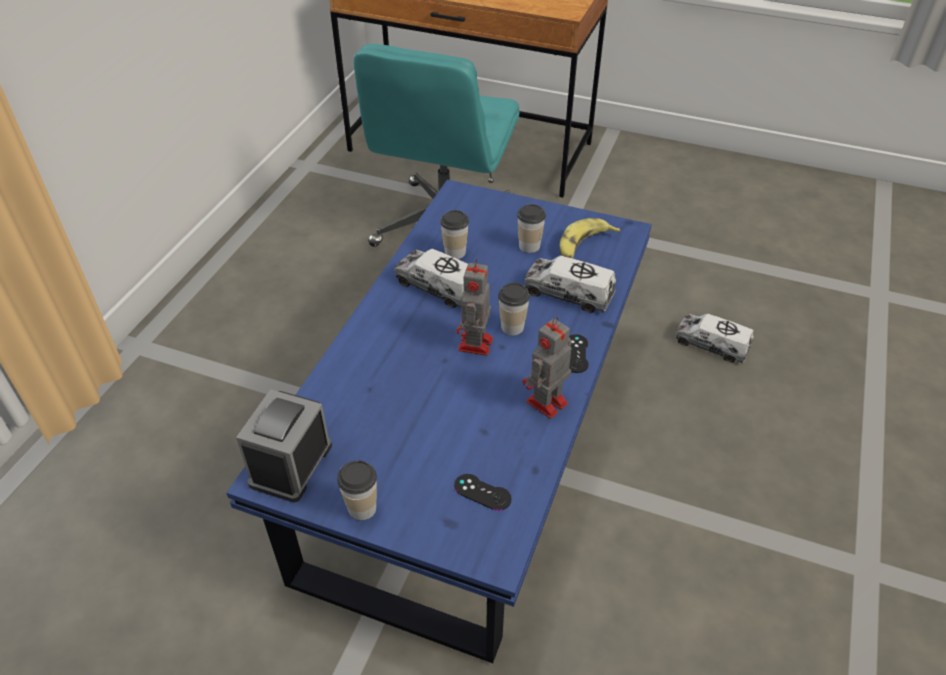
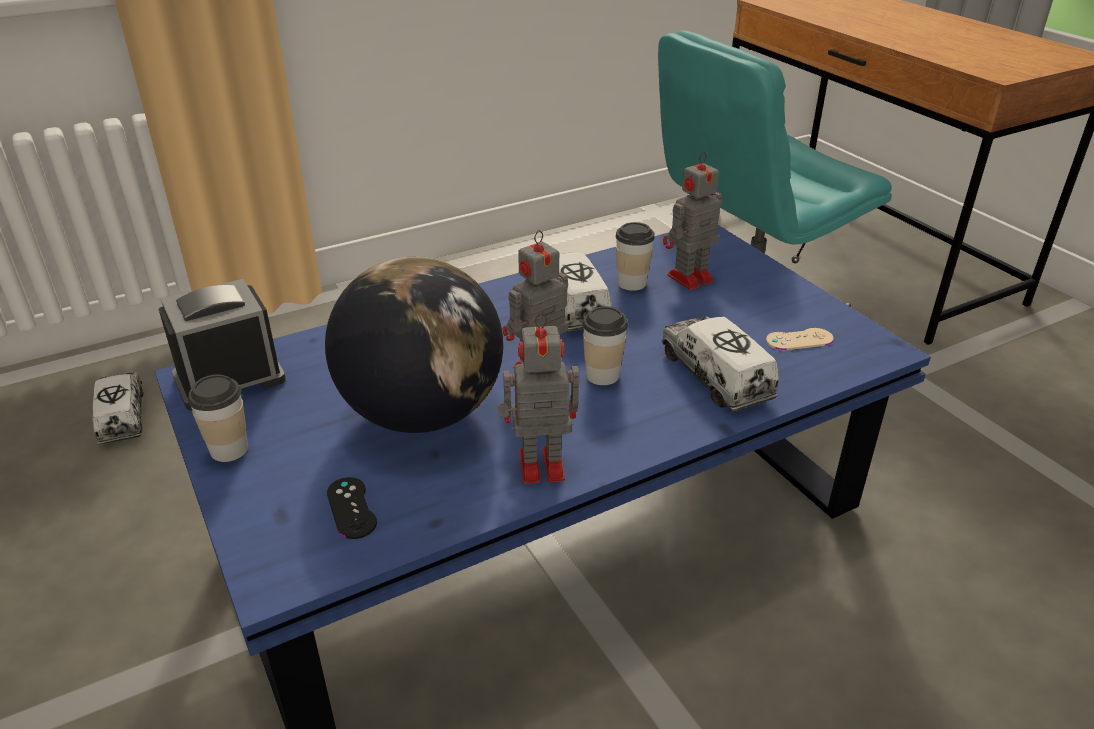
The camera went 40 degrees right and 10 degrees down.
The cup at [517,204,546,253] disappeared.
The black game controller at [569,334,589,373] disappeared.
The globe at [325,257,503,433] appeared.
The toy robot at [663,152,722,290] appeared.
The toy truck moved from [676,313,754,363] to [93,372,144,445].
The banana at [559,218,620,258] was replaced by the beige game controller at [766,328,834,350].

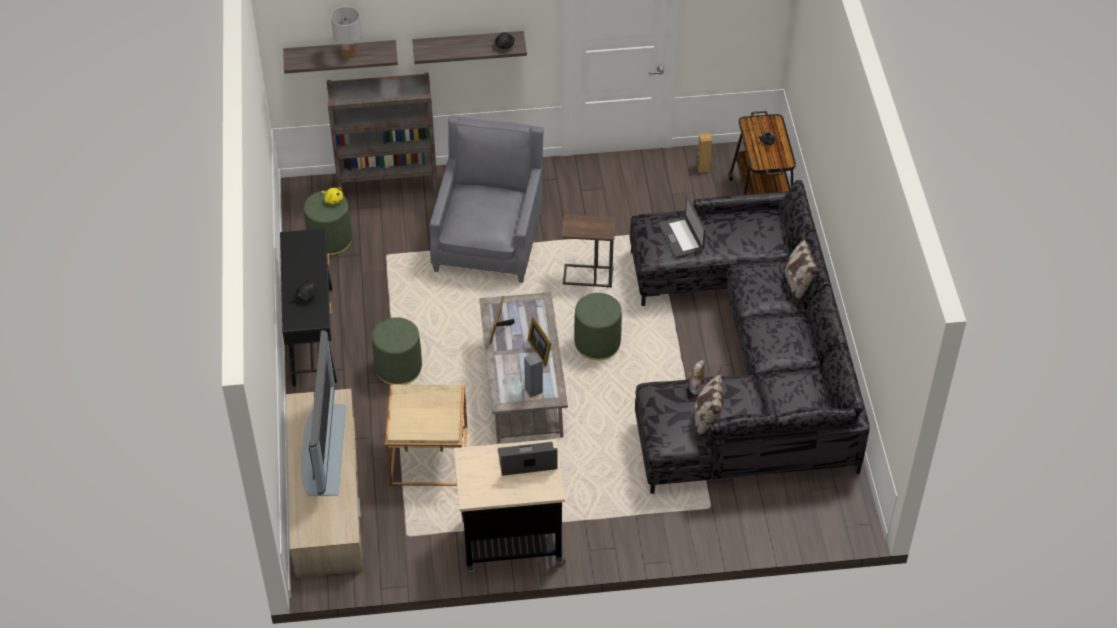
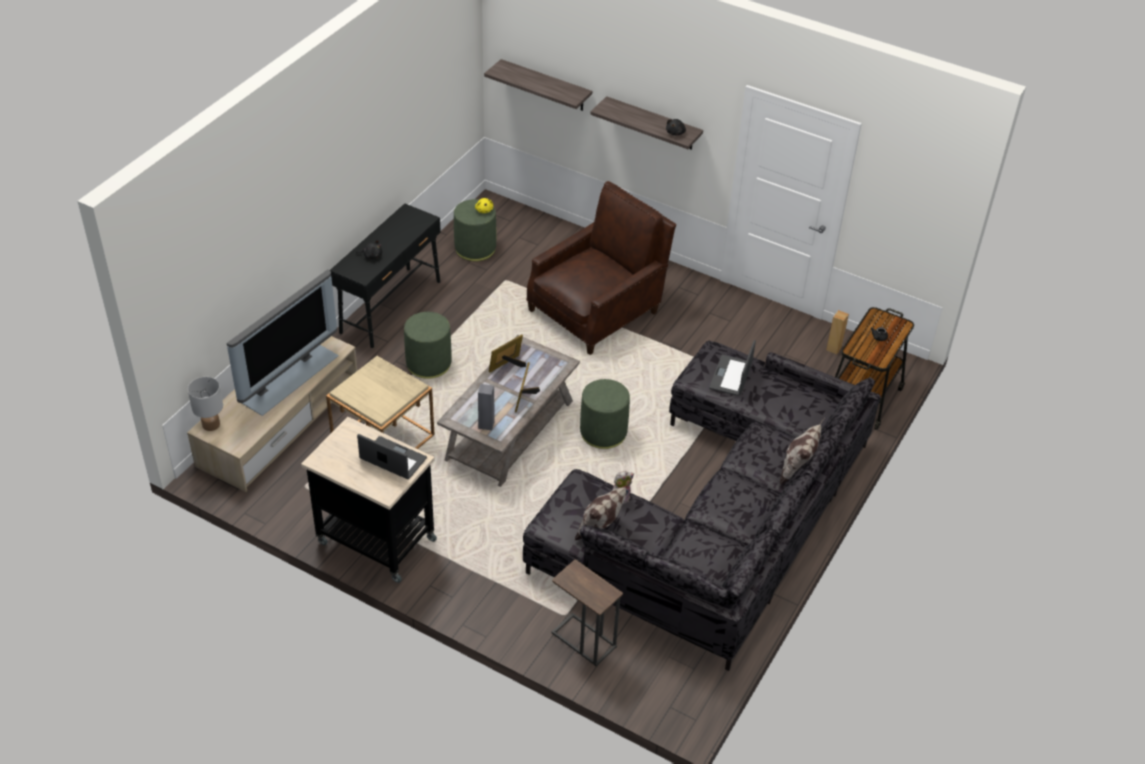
The camera went 35 degrees right and 5 degrees down.
The grey bookcase at [327,72,438,195] disappeared.
The grey table lamp moved from [331,7,361,59] to [188,377,223,431].
The brown side table moved from [562,215,616,287] to [552,559,623,666].
The grey armchair at [430,116,544,283] became the brown armchair at [526,181,676,355].

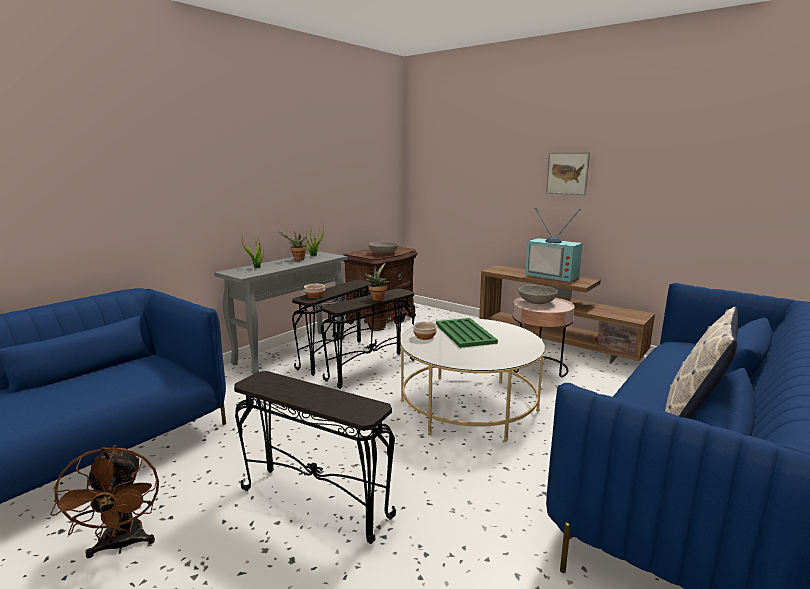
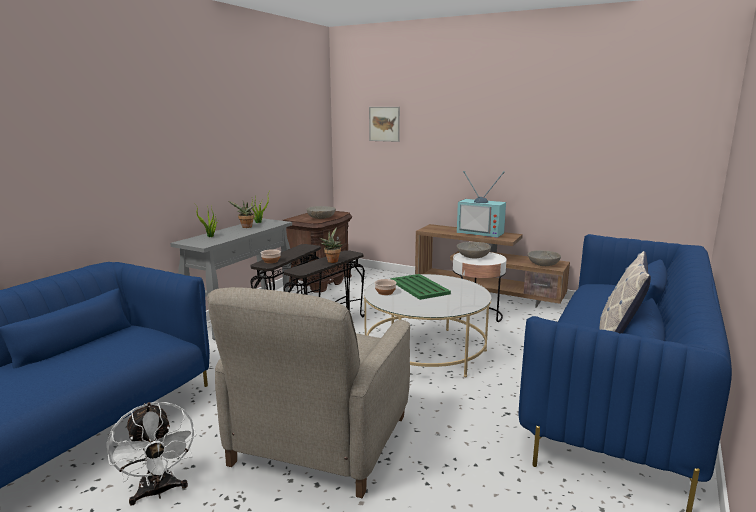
The camera went 10 degrees left and 0 degrees up.
The grey bowl at [528,250,561,266] appeared.
The picture moved from [546,152,590,195] to [369,107,400,142].
The black side table at [234,371,396,544] was replaced by the beige armchair at [207,287,410,498].
The brown fan at [50,445,159,558] became the white fan at [107,402,197,506].
The pink side table at [513,297,575,377] became the white side table at [453,252,507,322].

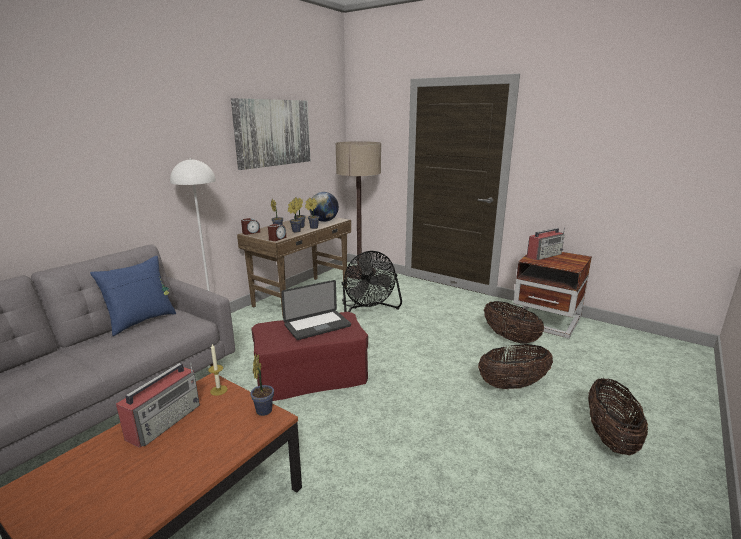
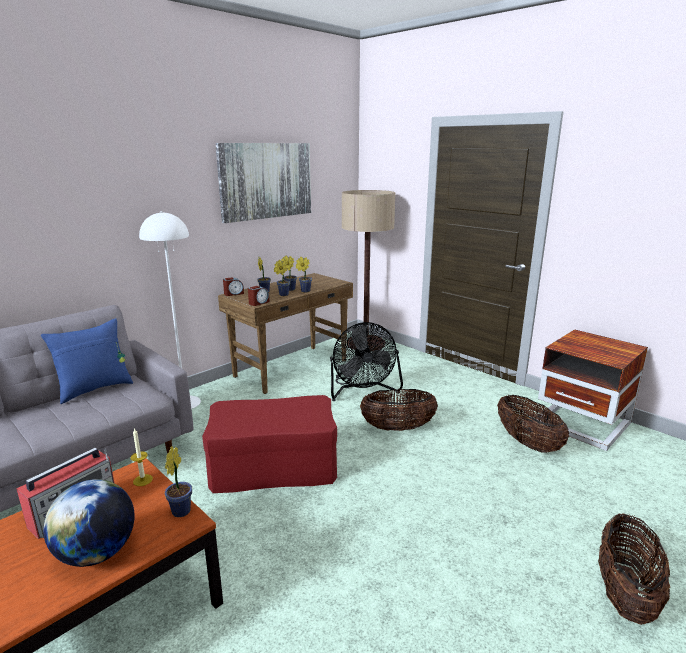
The camera went 10 degrees right and 0 degrees up.
The laptop at [281,280,351,340] disappeared.
The radio at [527,228,565,260] disappeared.
The globe moved from [309,192,339,222] to [43,479,135,567].
The basket moved from [478,344,553,389] to [360,389,438,431].

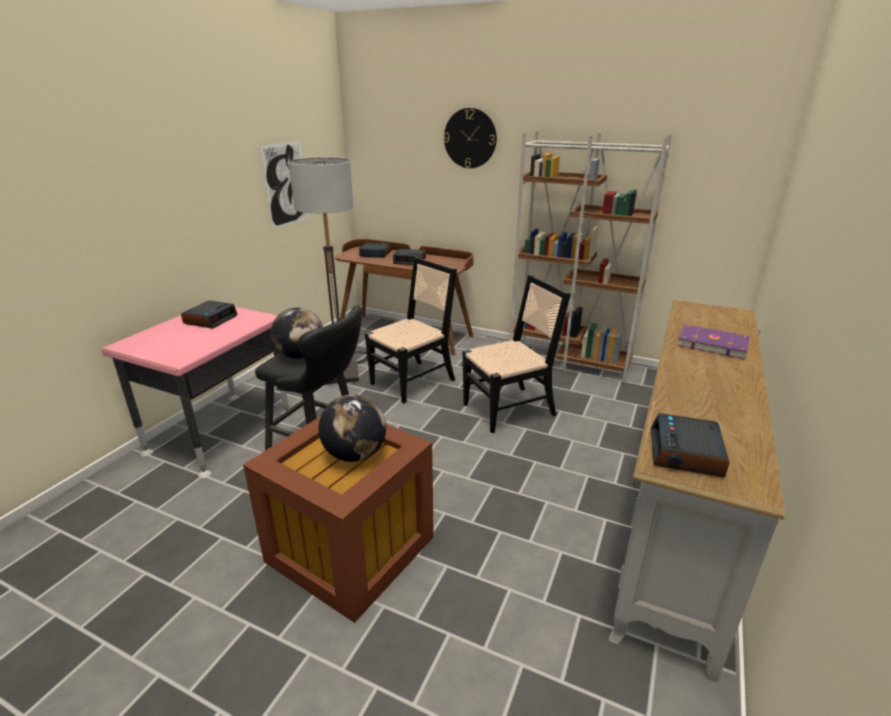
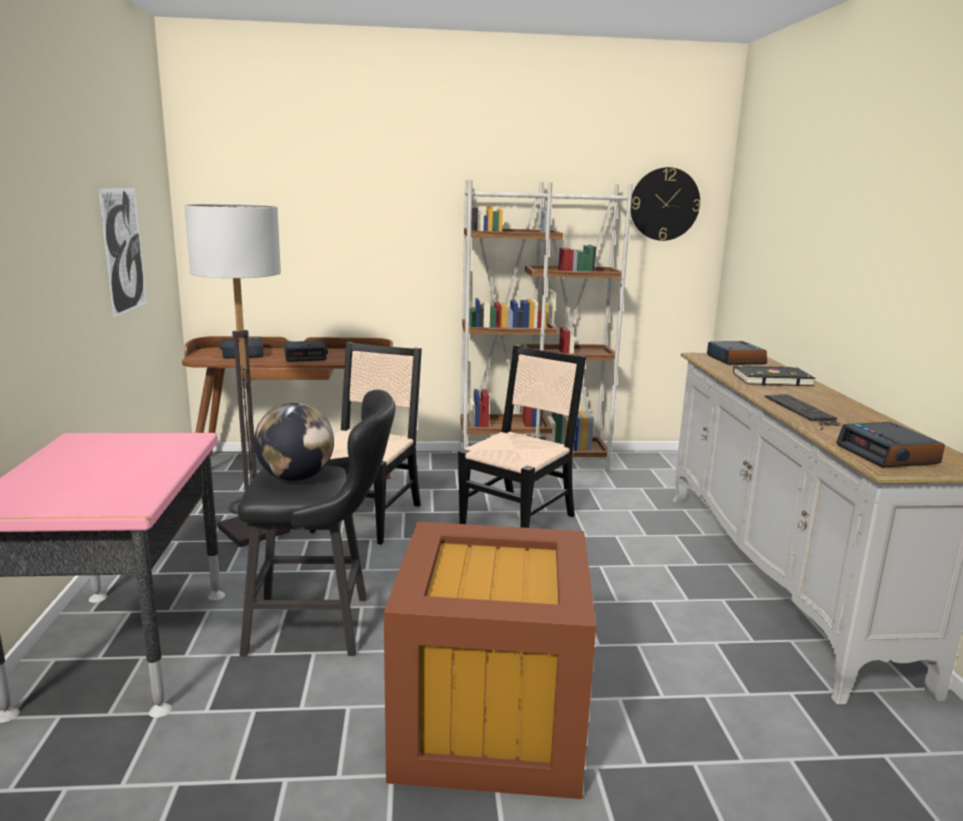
The camera went 30 degrees left and 10 degrees down.
The globe at [318,394,386,462] disappeared.
The keyboard at [764,394,841,430] appeared.
The alarm clock moved from [181,300,238,329] to [707,341,767,365].
The wall clock moved from [444,108,497,168] to [631,167,700,241].
The purple book at [677,324,750,359] became the black book at [733,366,815,386].

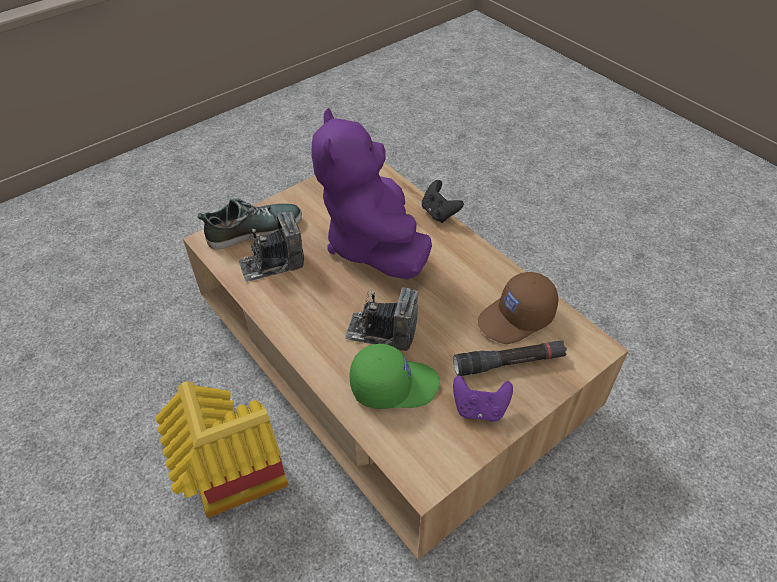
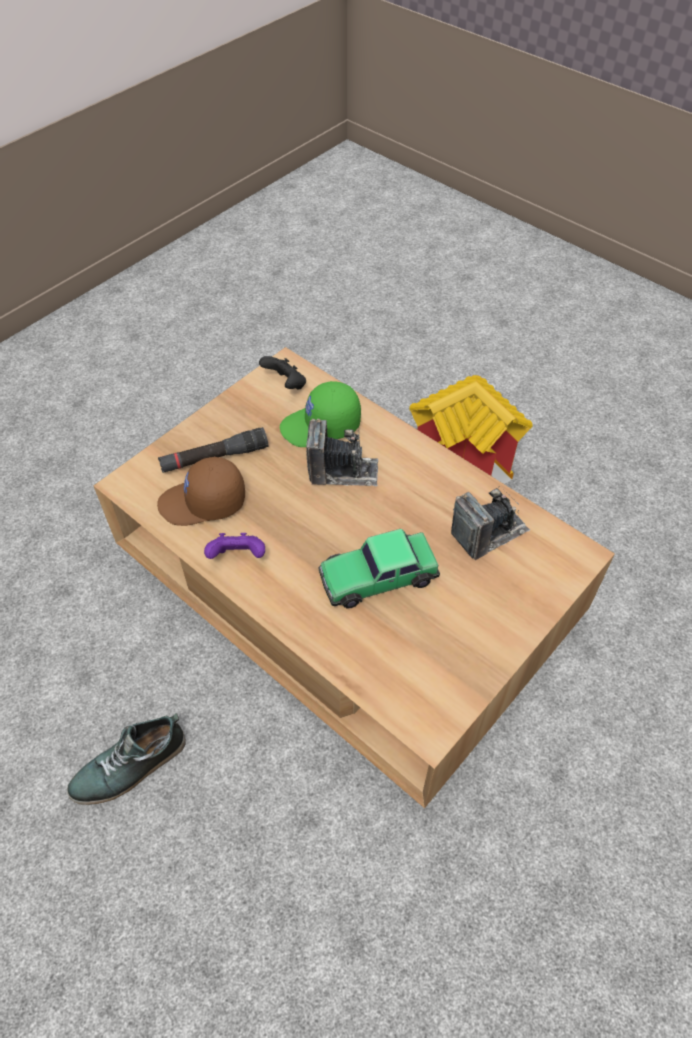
The camera went 170 degrees right and 5 degrees up.
The shoe moved from [198,198,302,250] to [67,713,186,805].
The black game controller moved from [422,180,464,223] to [259,356,306,389].
The purple game controller moved from [453,375,513,422] to [204,533,265,559].
The purple plush toy at [311,108,432,280] was replaced by the toy car at [319,529,440,609].
The brown cap at [478,272,558,344] turned 150 degrees counterclockwise.

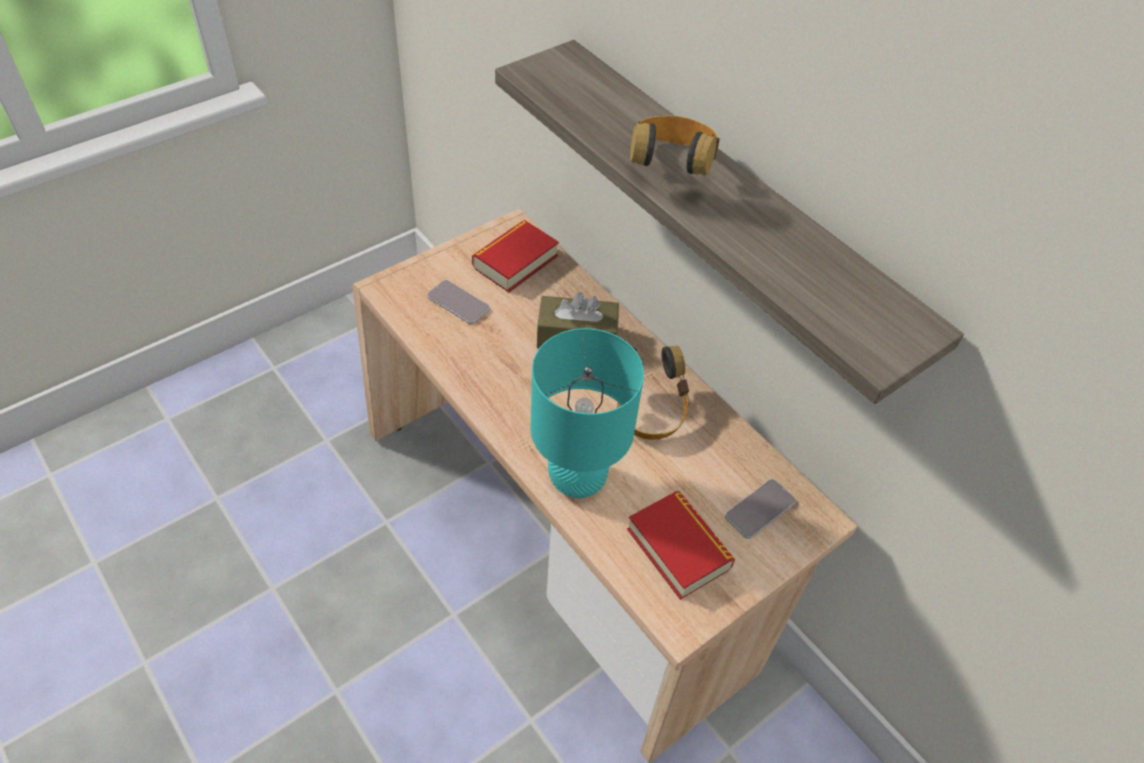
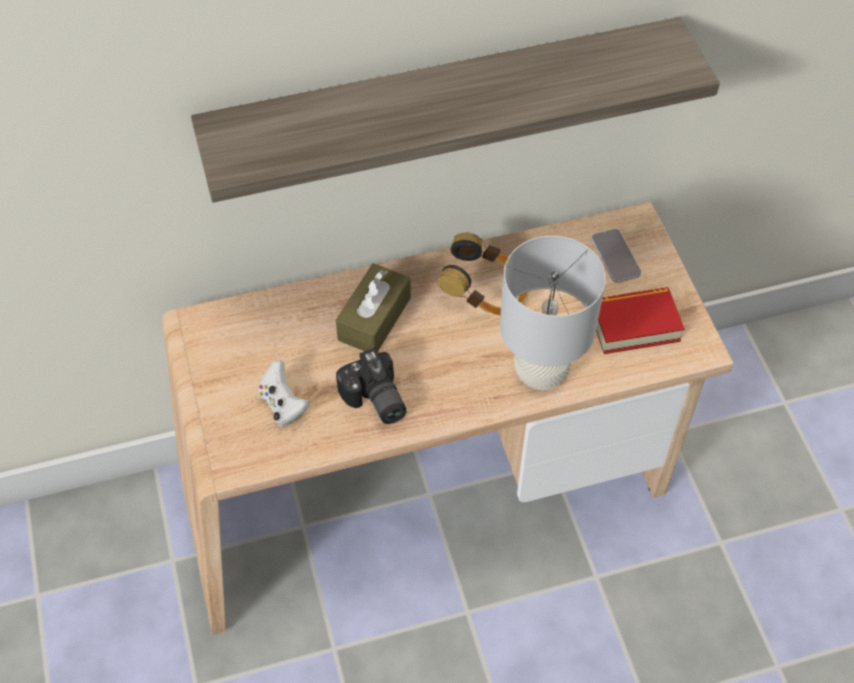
The camera went 65 degrees left and 5 degrees up.
The book at [472,220,559,293] disappeared.
The headphones at [630,116,720,176] disappeared.
The photo camera at [336,348,407,424] appeared.
The phone at [427,280,490,324] was replaced by the white game controller at [258,360,310,426].
The turquoise table lamp at [530,328,644,498] became the grey table lamp at [500,236,606,390].

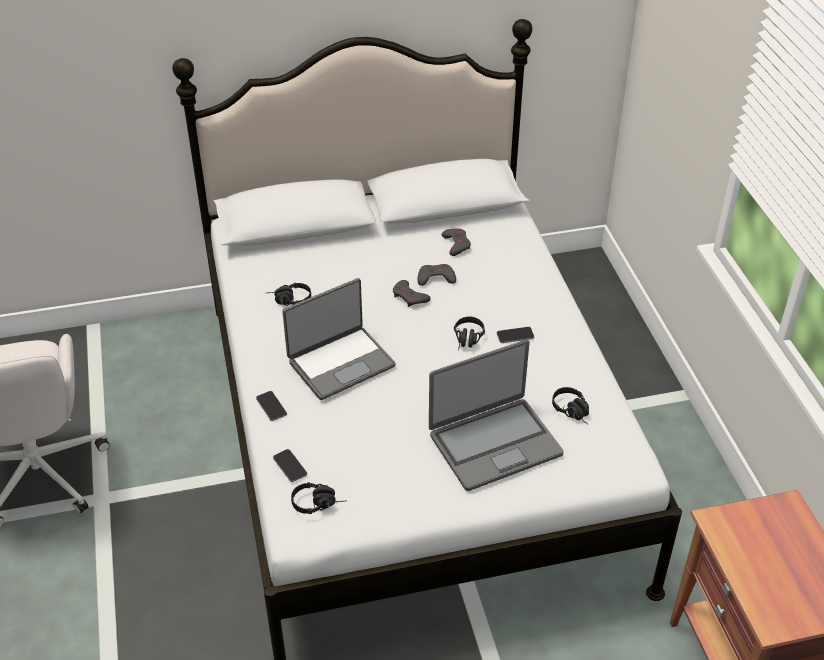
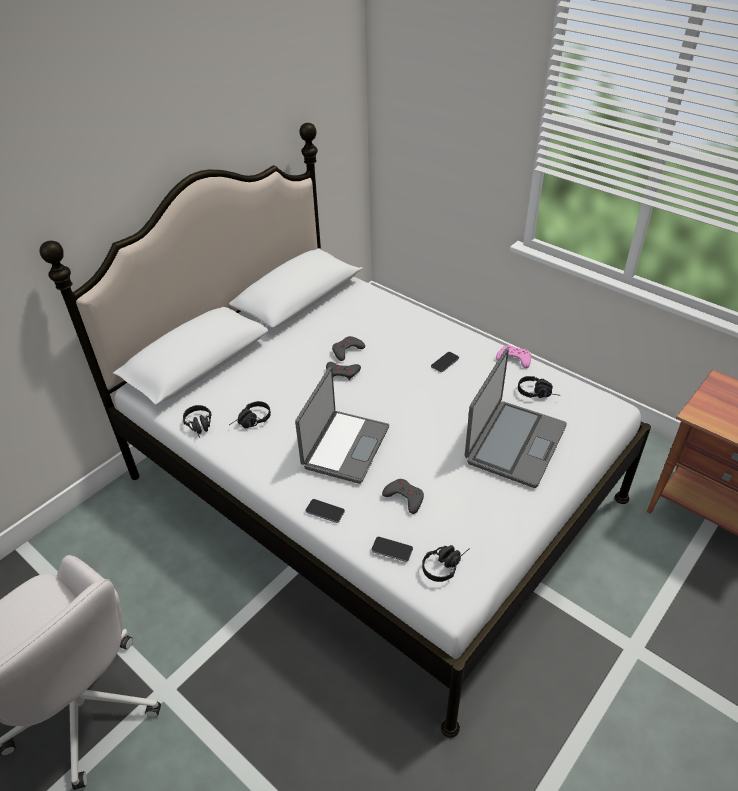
The camera went 35 degrees left and 0 degrees up.
The pink game controller at [496,345,531,368] appeared.
The grey game controller moved from [442,229,471,256] to [382,479,424,514].
The black headphones moved from [454,317,485,351] to [183,405,212,438].

